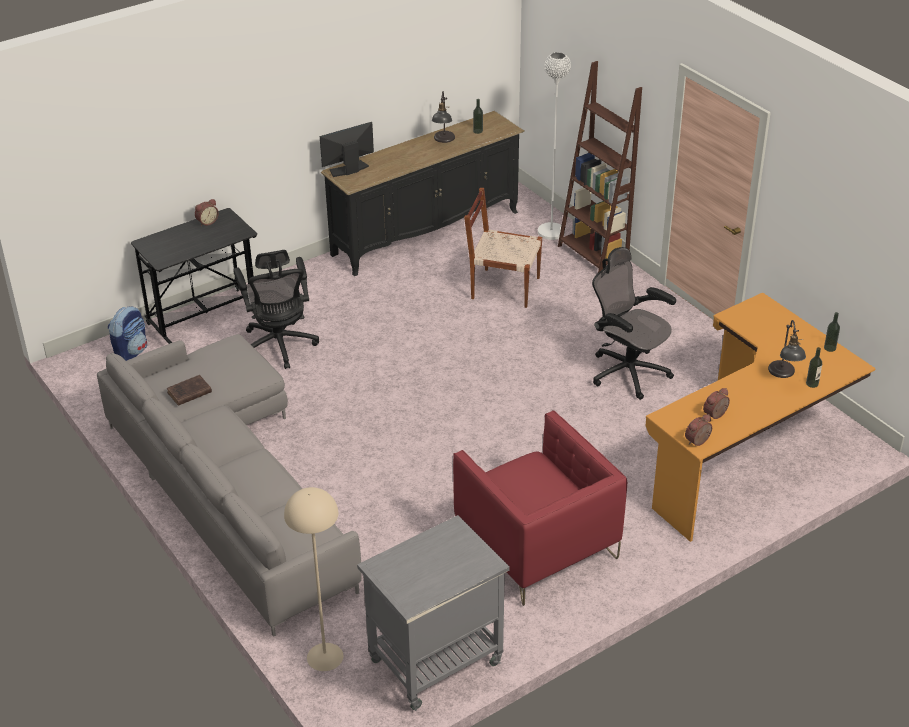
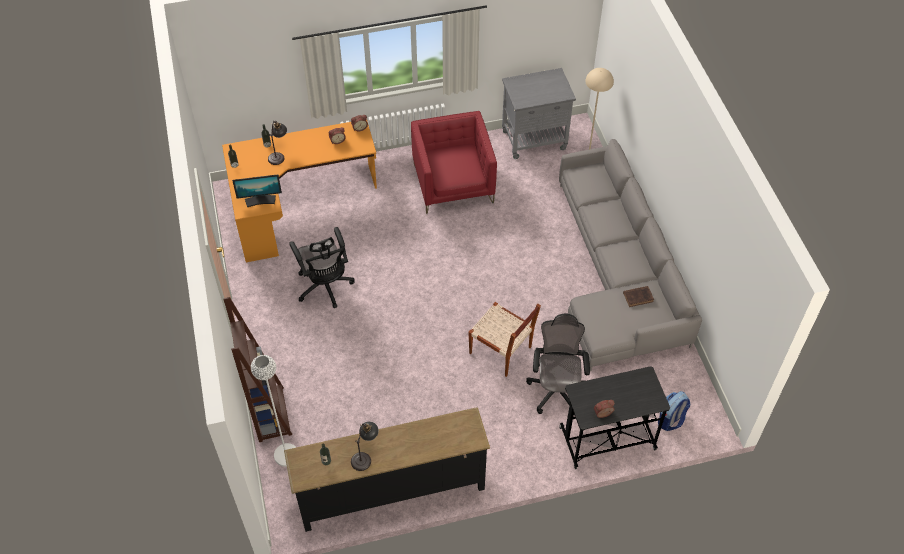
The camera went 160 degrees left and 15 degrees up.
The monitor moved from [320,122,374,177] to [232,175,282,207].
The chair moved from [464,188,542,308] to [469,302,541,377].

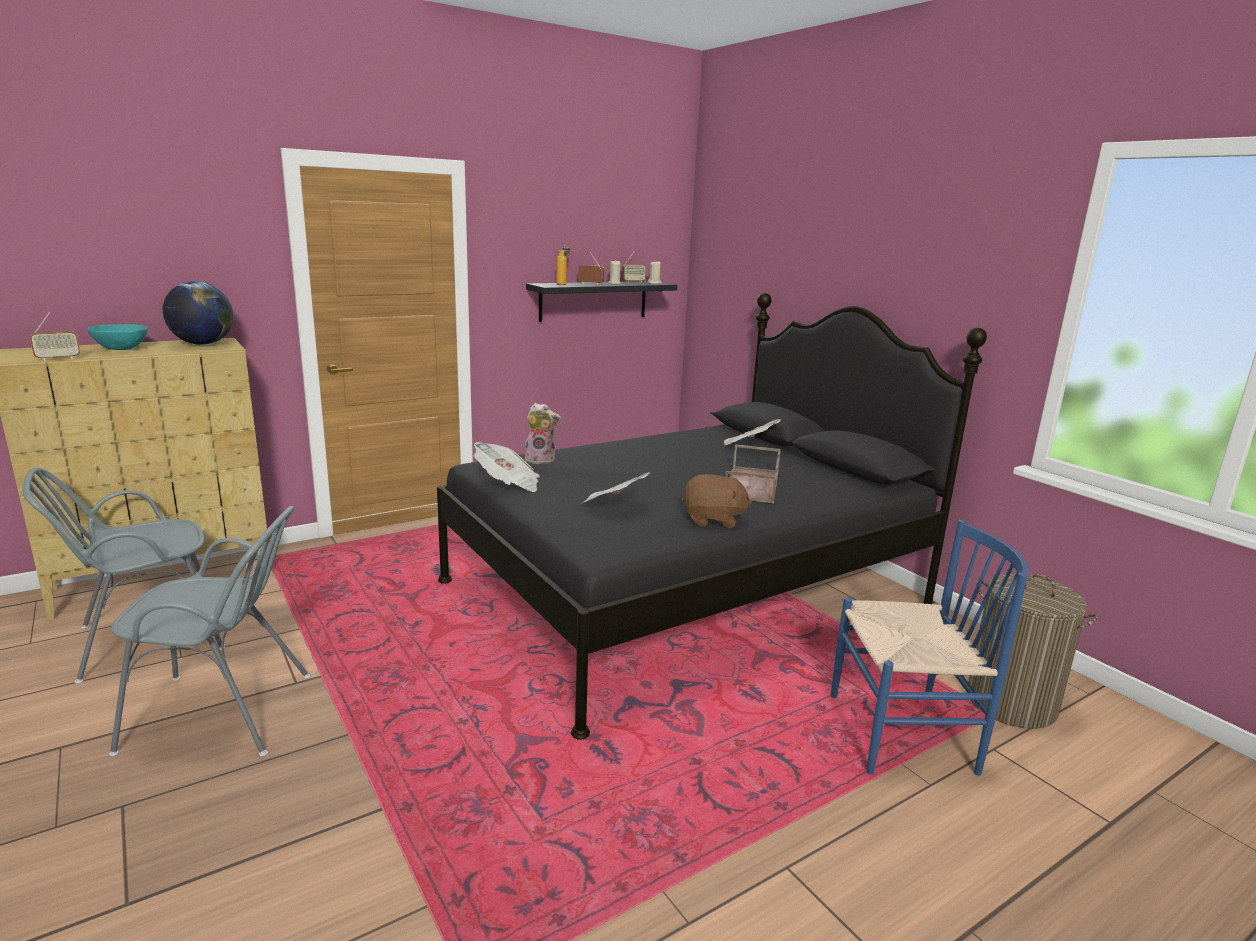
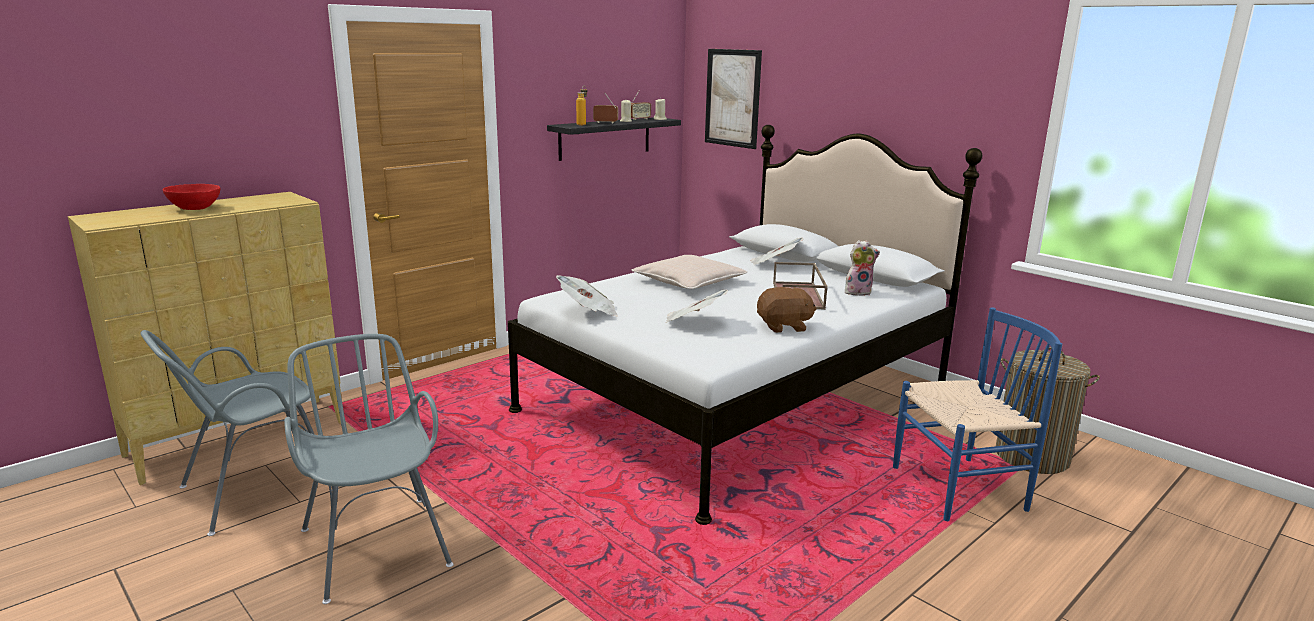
The camera went 10 degrees left and 0 degrees up.
The radio at [30,311,80,361] disappeared.
The globe at [163,281,233,345] disappeared.
The beige pillow at [632,255,747,289] appeared.
The picture at [705,49,762,149] appeared.
The plush toy moved from [525,403,561,464] to [845,240,880,296].
The turquoise bowl at [87,324,148,350] became the red bowl at [163,184,220,210].
The black bed at [437,293,987,740] became the white bed at [508,125,982,525].
The grey chair at [109,506,310,756] turned 105 degrees counterclockwise.

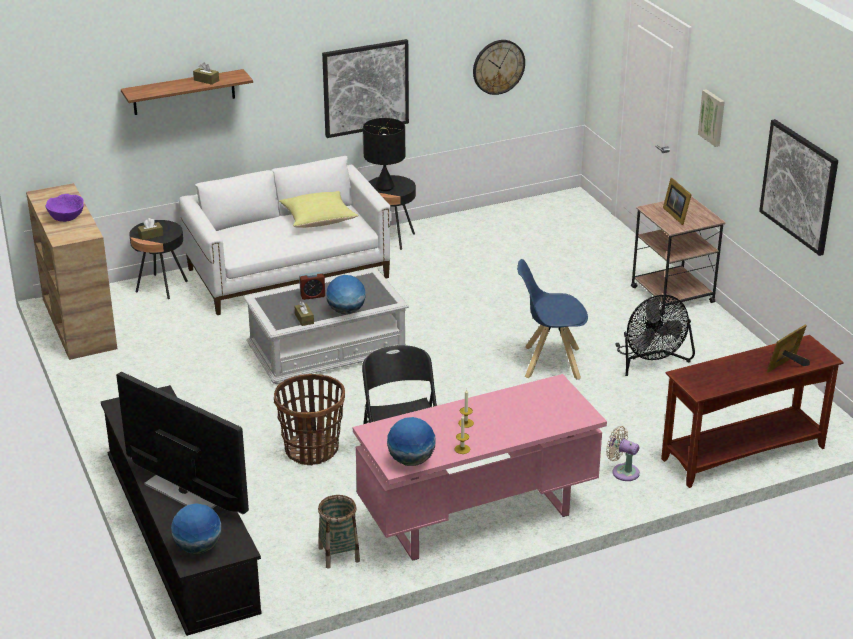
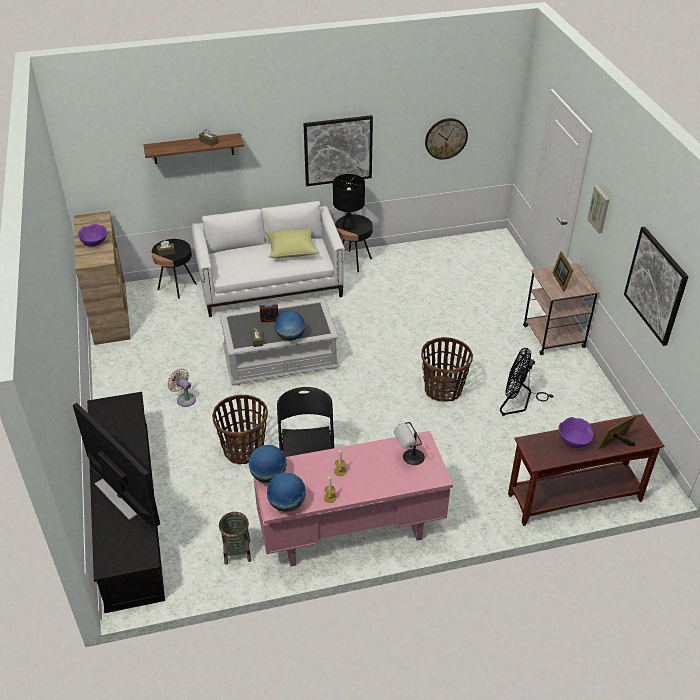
The camera went 10 degrees right and 10 degrees up.
The table lamp at [394,422,425,465] appeared.
The purple bowl at [559,417,593,448] appeared.
The globe moved from [171,503,221,554] to [249,445,287,483].
The beige fan moved from [606,426,640,481] to [167,368,196,407].
The blue chair at [517,259,588,380] was replaced by the basket at [421,337,473,402].
The black fan at [615,295,695,376] turned 120 degrees clockwise.

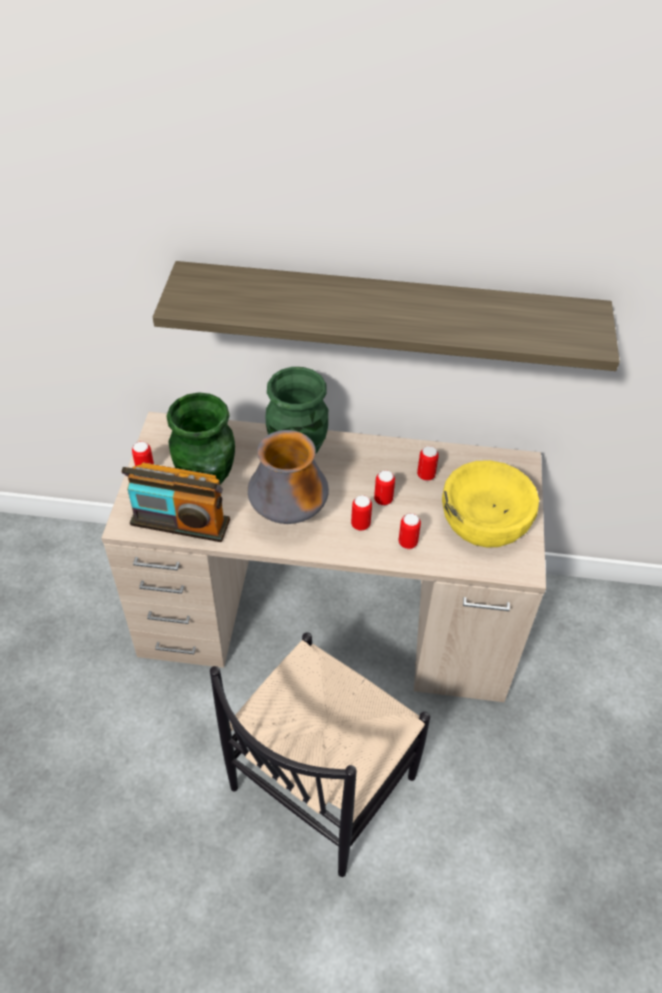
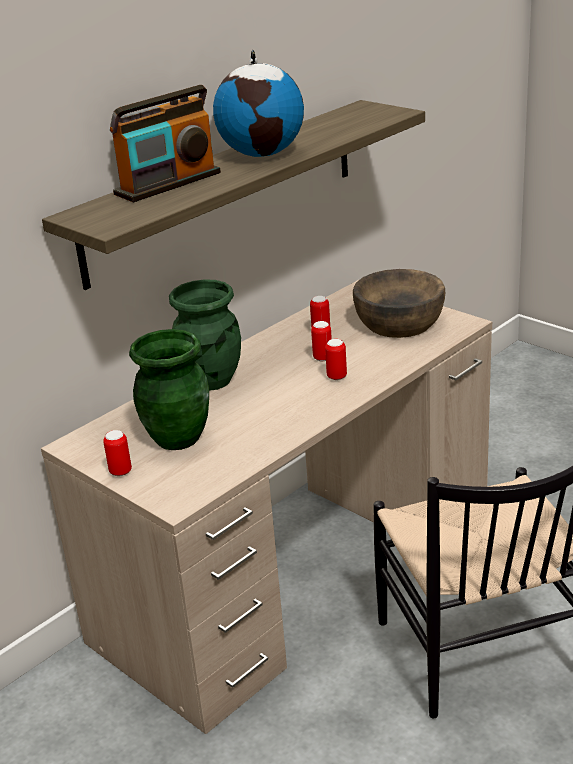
The camera went 50 degrees left and 20 degrees down.
The vase at [248,430,329,524] disappeared.
The can at [399,513,421,549] disappeared.
The globe at [213,50,304,157] appeared.
The radio moved from [122,463,230,542] to [110,85,221,203].
The yellow bowl at [442,460,539,548] became the brown bowl at [353,269,445,338].

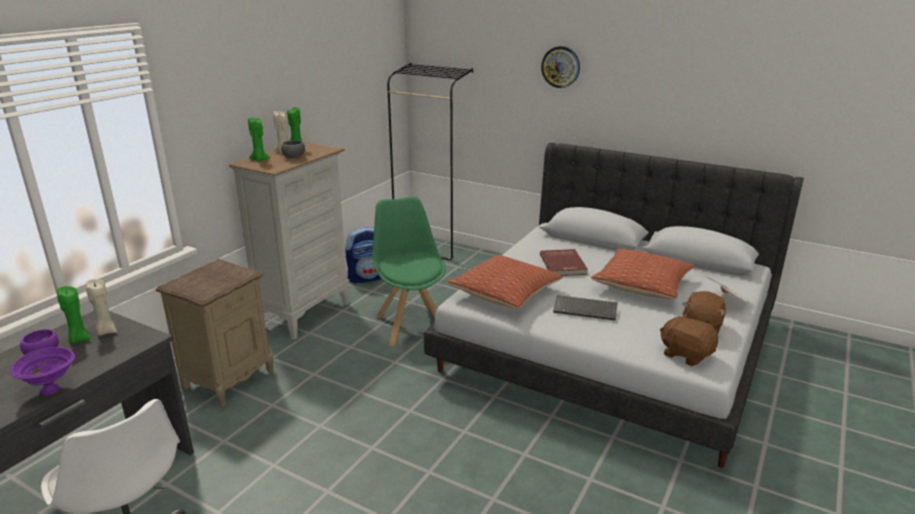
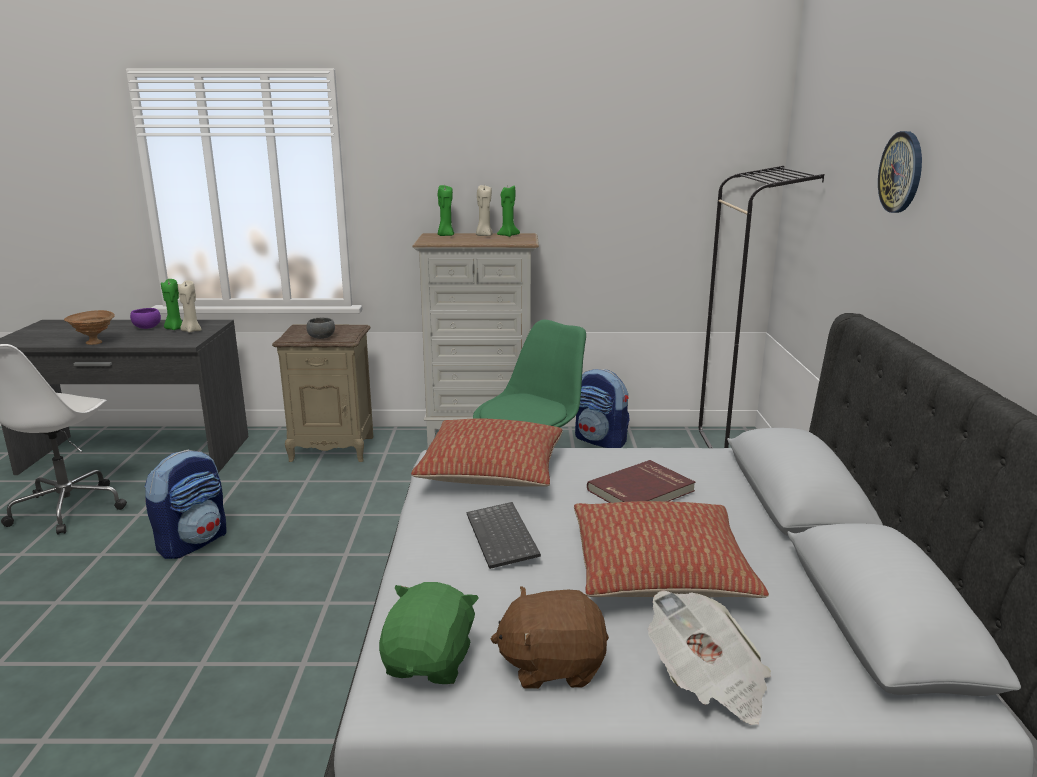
The camera went 60 degrees right and 5 degrees down.
The backpack at [145,449,227,559] appeared.
The grey bowl moved from [281,140,305,159] to [306,318,335,339].
The purple bowl at [10,347,75,395] became the brown bowl at [64,310,115,345].
The brown plush toy at [660,314,718,366] became the green plush toy at [379,582,479,684].

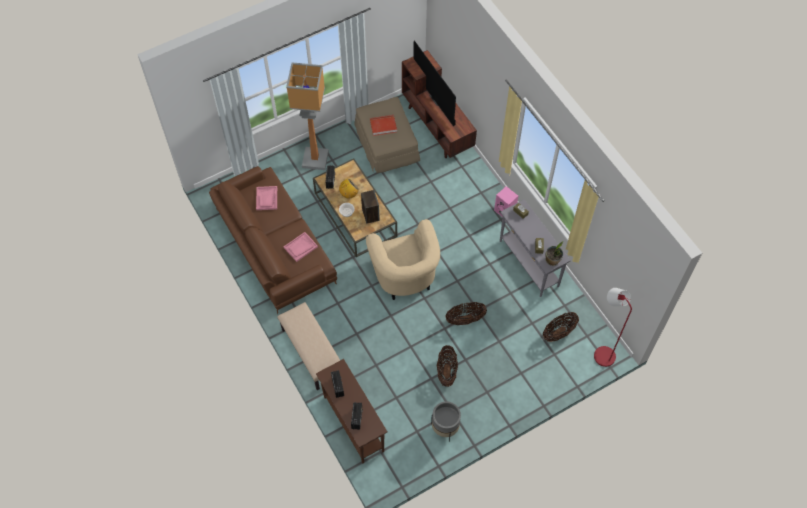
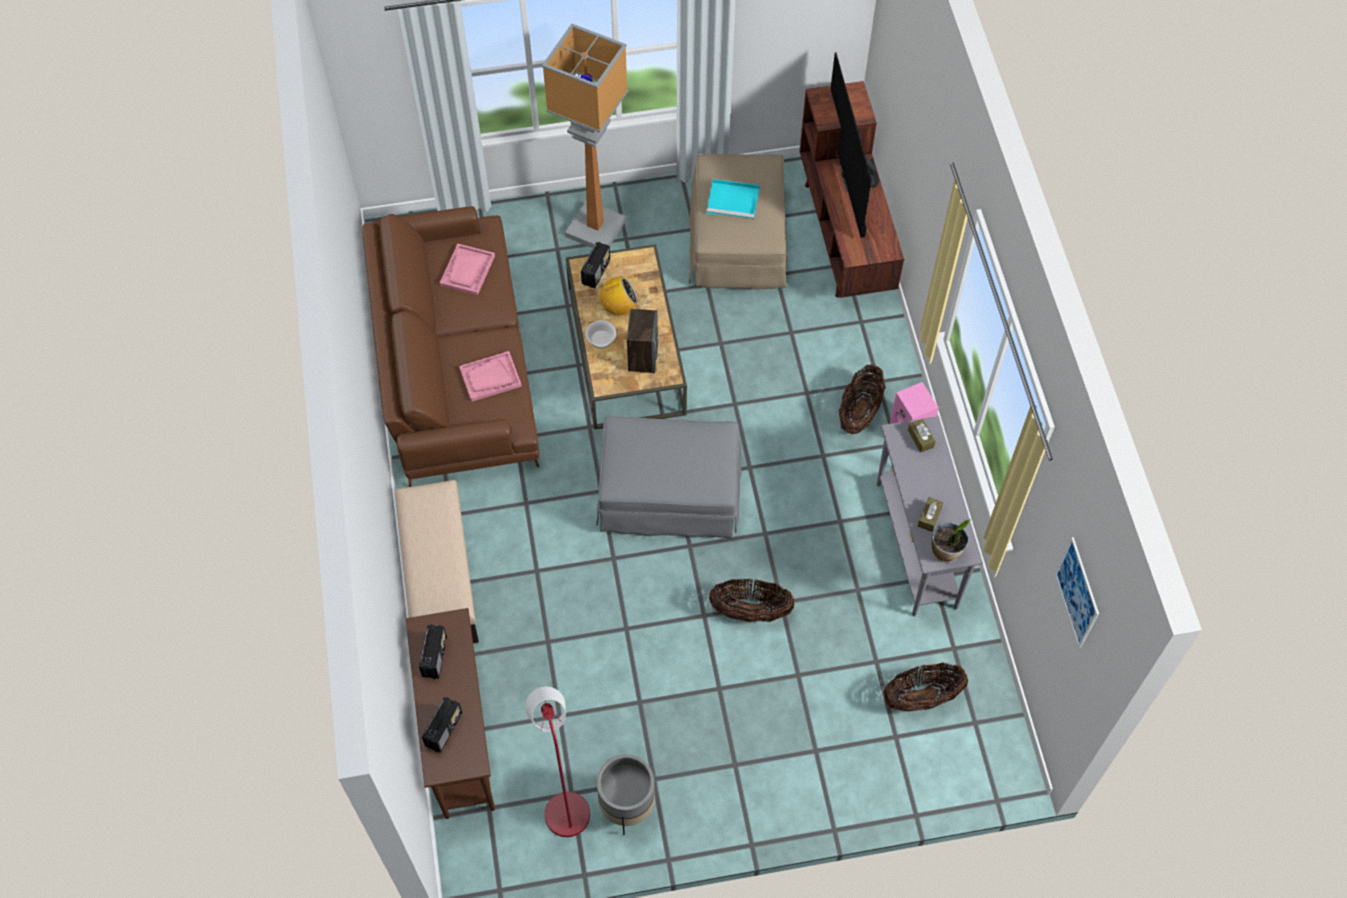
The camera went 20 degrees right and 0 degrees up.
The picture at [1055,537,1099,648] appeared.
The basket moved from [437,345,458,387] to [838,364,886,434].
The red floor lamp moved from [594,288,632,367] to [525,686,590,837].
The beige armchair at [366,219,440,300] was replaced by the grey ottoman at [596,416,741,539].
The red tray at [370,115,397,136] became the turquoise tray at [706,179,760,220].

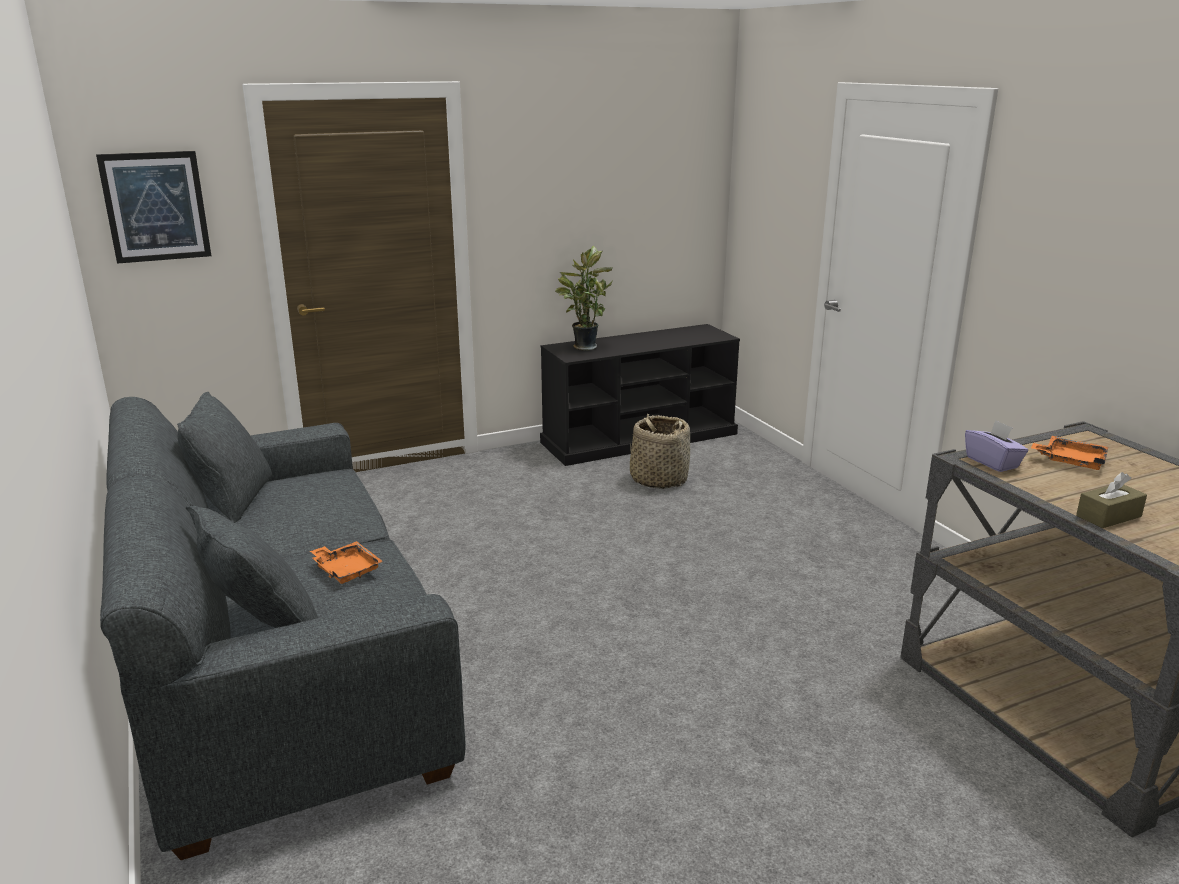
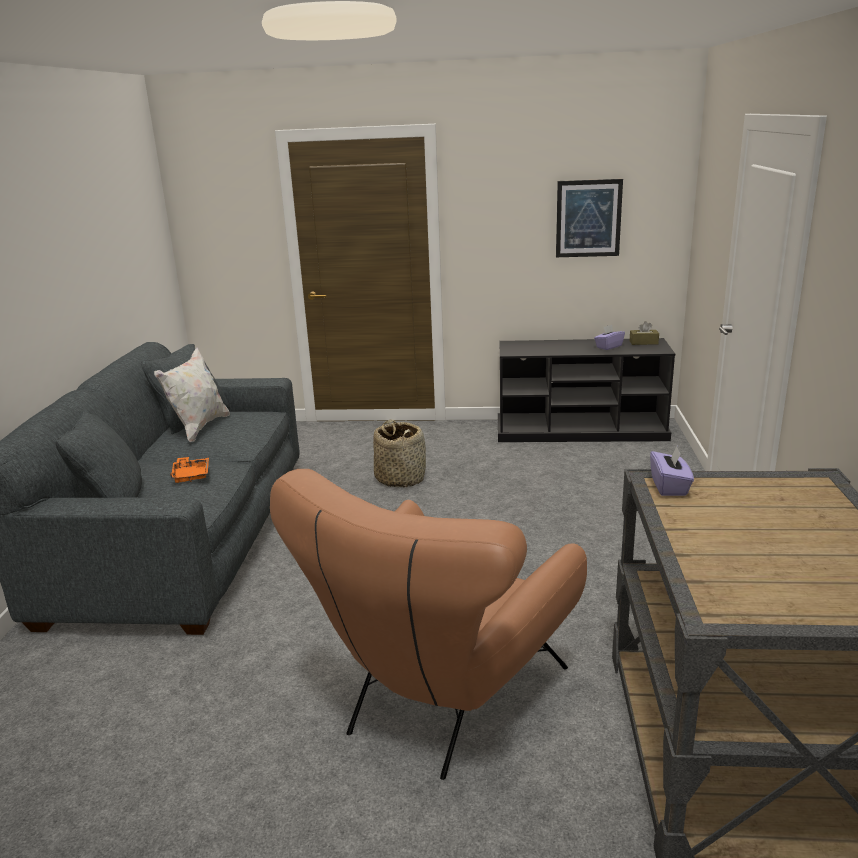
The camera went 30 degrees right and 0 degrees up.
The potted plant at [555,245,613,351] disappeared.
The orange tray at [1031,436,1108,470] disappeared.
The white pillow at [154,347,230,442] appeared.
The brown armchair at [270,469,587,780] appeared.
The purple tissue box at [594,325,625,350] appeared.
The picture moved from [96,151,211,264] to [556,179,623,257].
The basket moved from [630,414,690,489] to [373,420,426,487].
The brown tissue box moved from [1076,472,1147,528] to [630,321,659,345].

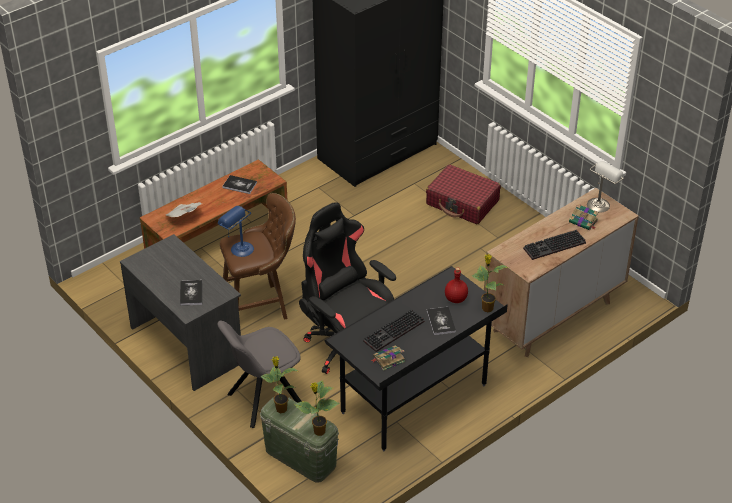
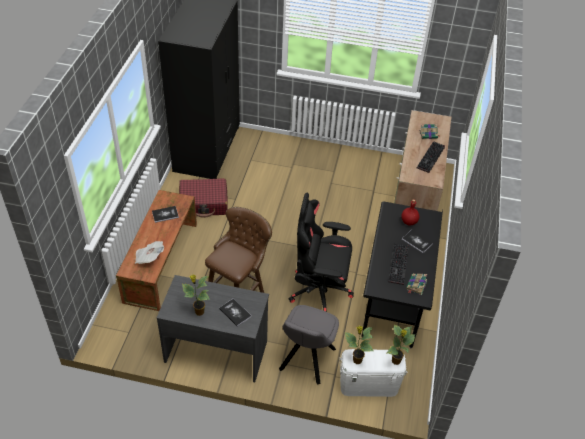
The camera went 40 degrees left and 5 degrees up.
The blue table lamp at [218,206,254,257] disappeared.
The white table lamp at [587,161,624,213] disappeared.
The red suitcase moved from [426,164,501,224] to [179,178,228,218].
The potted plant moved from [472,254,509,312] to [182,274,210,316].
The green storage box at [260,396,339,483] became the white storage box at [340,349,407,397].

